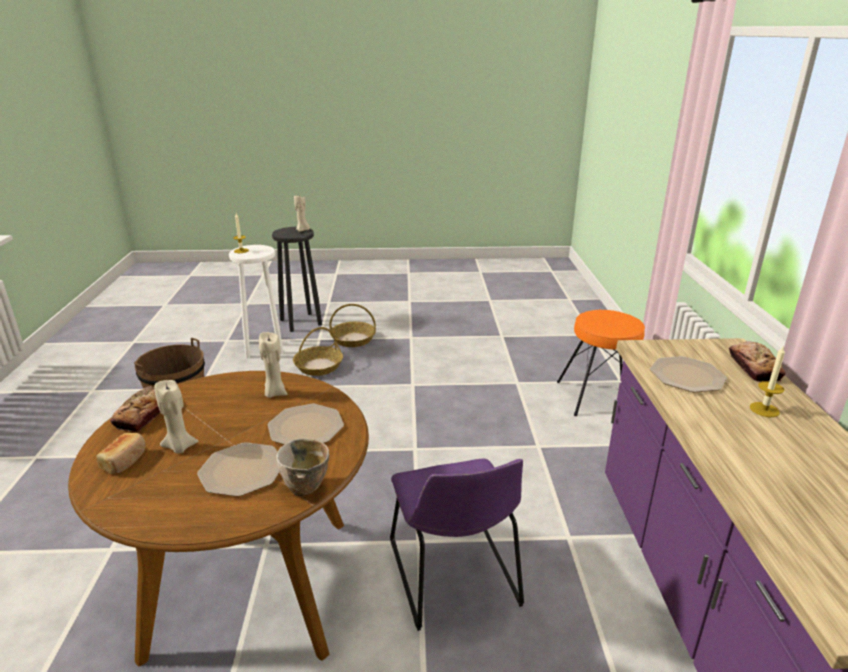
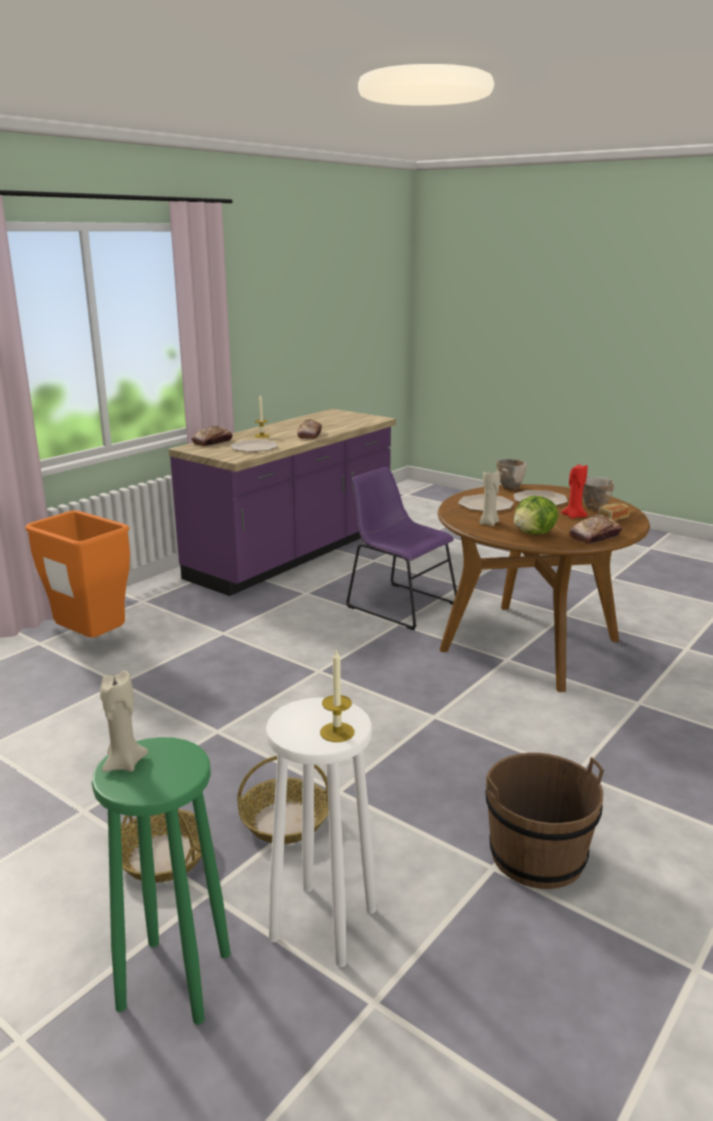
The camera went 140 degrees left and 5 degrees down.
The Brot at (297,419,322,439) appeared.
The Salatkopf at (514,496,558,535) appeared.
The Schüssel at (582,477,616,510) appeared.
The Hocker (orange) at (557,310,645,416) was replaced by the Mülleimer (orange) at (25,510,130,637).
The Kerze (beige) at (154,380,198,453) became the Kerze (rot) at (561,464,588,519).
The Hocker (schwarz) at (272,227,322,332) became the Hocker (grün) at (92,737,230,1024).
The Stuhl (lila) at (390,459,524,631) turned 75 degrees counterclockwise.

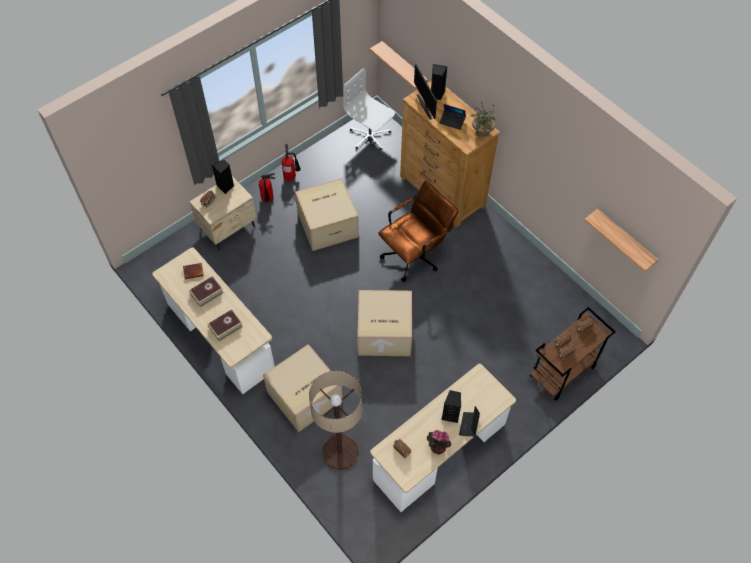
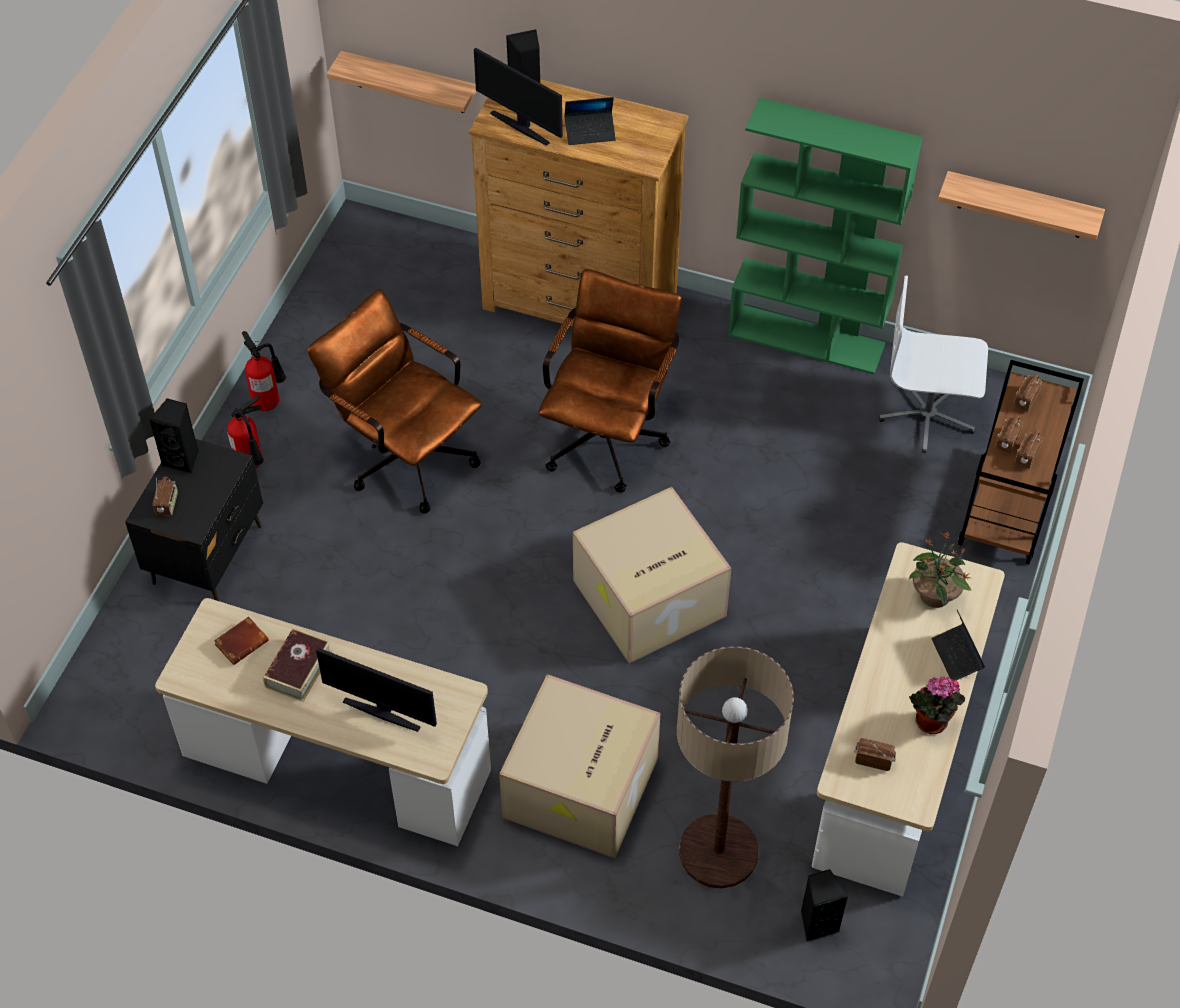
The camera went 30 degrees left and 5 degrees down.
The Bücherregal (grün) at (728,98,922,374) appeared.
The Bürostuhl (weiß) moved from (343,69,395,150) to (879,276,988,453).
The Lautsprecher (schwarz) moved from (441,390,461,423) to (801,869,848,942).
The Topfpflanze moved from (470,102,495,137) to (909,531,972,608).
The Buch at (208,309,243,341) was replaced by the Monitor at (316,648,437,732).
The Karton at (295,178,359,251) was replaced by the Bürostuhl (braun) at (307,289,482,514).
The Nachttisch (beige) at (189,176,257,250) became the Nachttisch (schwarz) at (125,439,263,601).

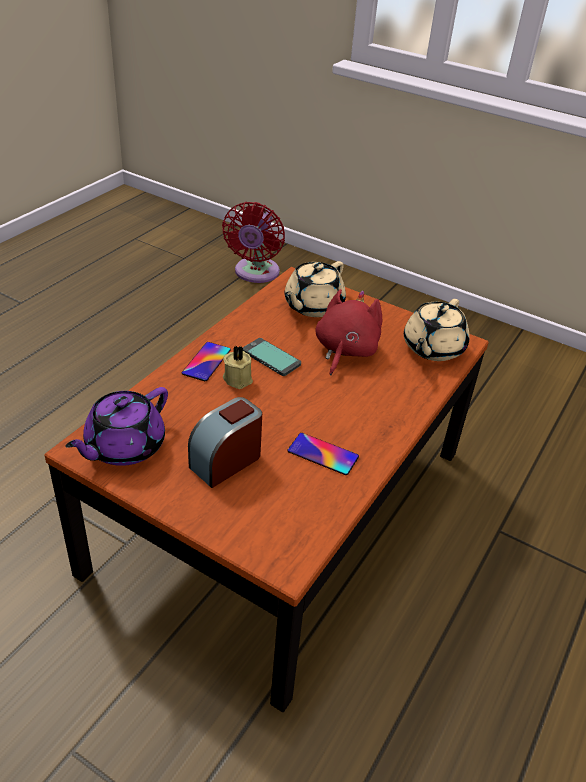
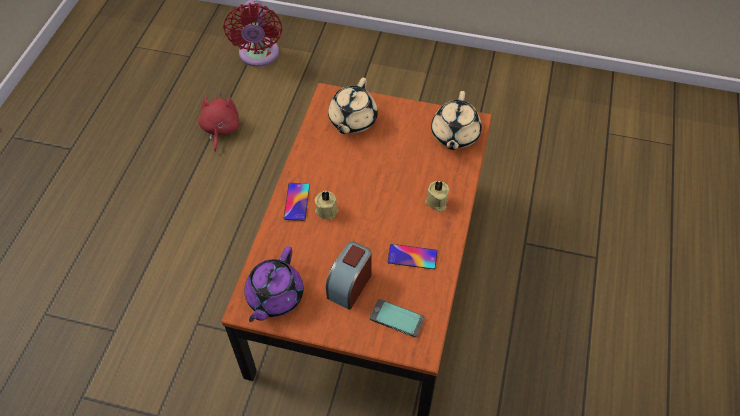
The camera went 15 degrees left and 15 degrees up.
The Kerze (beige) at (425,181,449,212) appeared.
The Handy moved from (243,338,301,376) to (370,299,425,337).
The Plüschtier (rot) moved from (315,289,382,376) to (198,92,239,152).

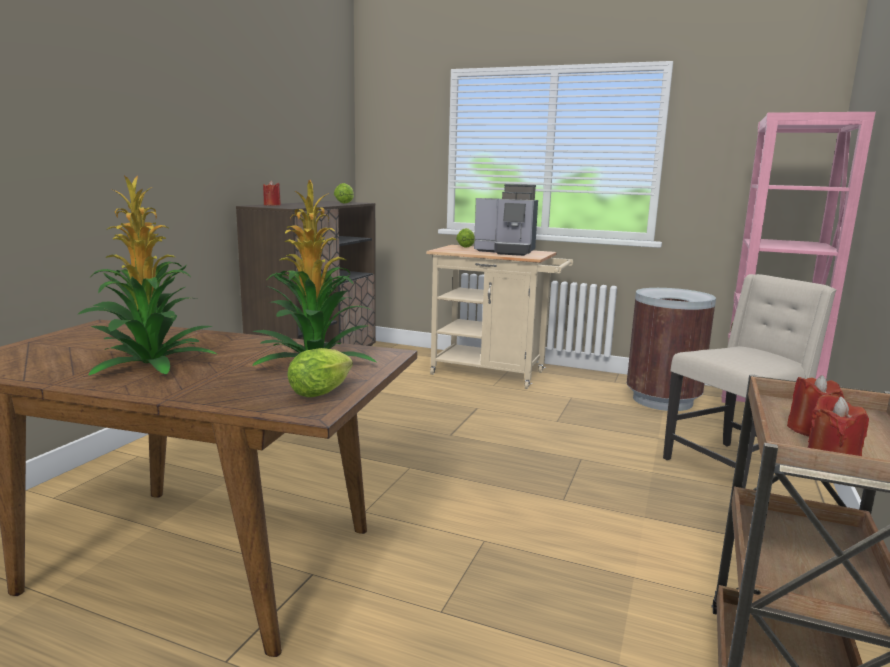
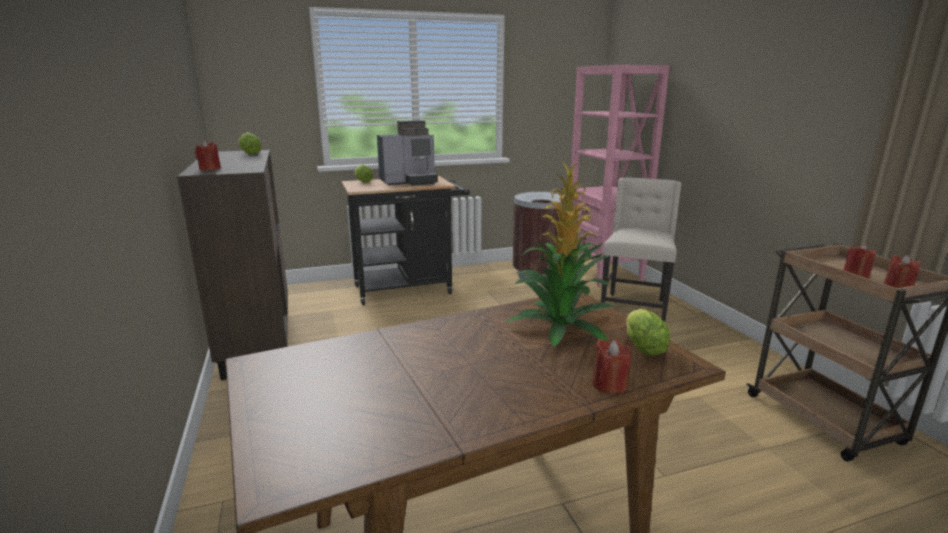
The camera went 40 degrees left and 5 degrees up.
The Topfpflanze at (77,176,217,376) disappeared.
The Kerze (rot) at (592,339,631,394) appeared.
The Rollwagen (beige) at (426,245,573,389) became the Rollwagen (schwarz) at (342,176,470,305).

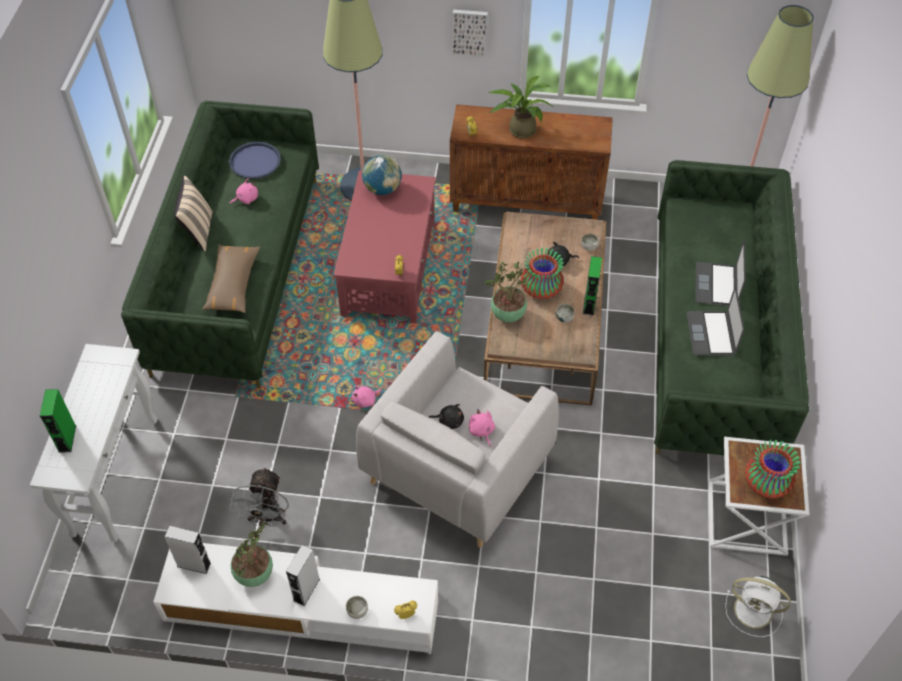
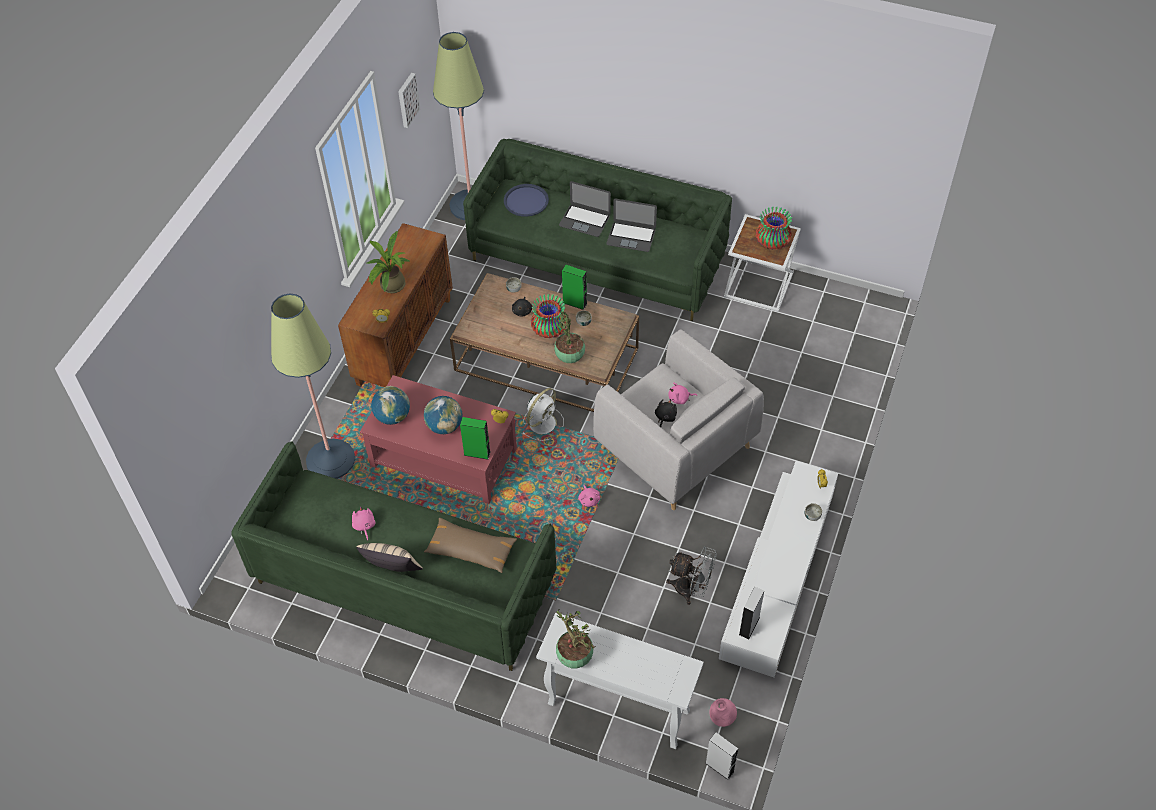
The camera went 75 degrees left and 0 degrees up.
The Globus at (424,396,462,434) appeared.
The Vase (rosa) at (709,698,737,727) appeared.
The Lautsprecher (grün) moved from (40,389,76,453) to (460,417,491,460).
The Tablett (blau) moved from (229,142,281,179) to (504,184,549,217).
The Topfpflanze moved from (231,523,273,587) to (556,609,596,668).
The Lautsprecher (grau) moved from (286,545,320,606) to (705,732,738,780).
The Bild moved from (453,10,488,57) to (398,73,420,128).
The Ventilator (weiß) moved from (725,576,791,637) to (522,388,564,441).

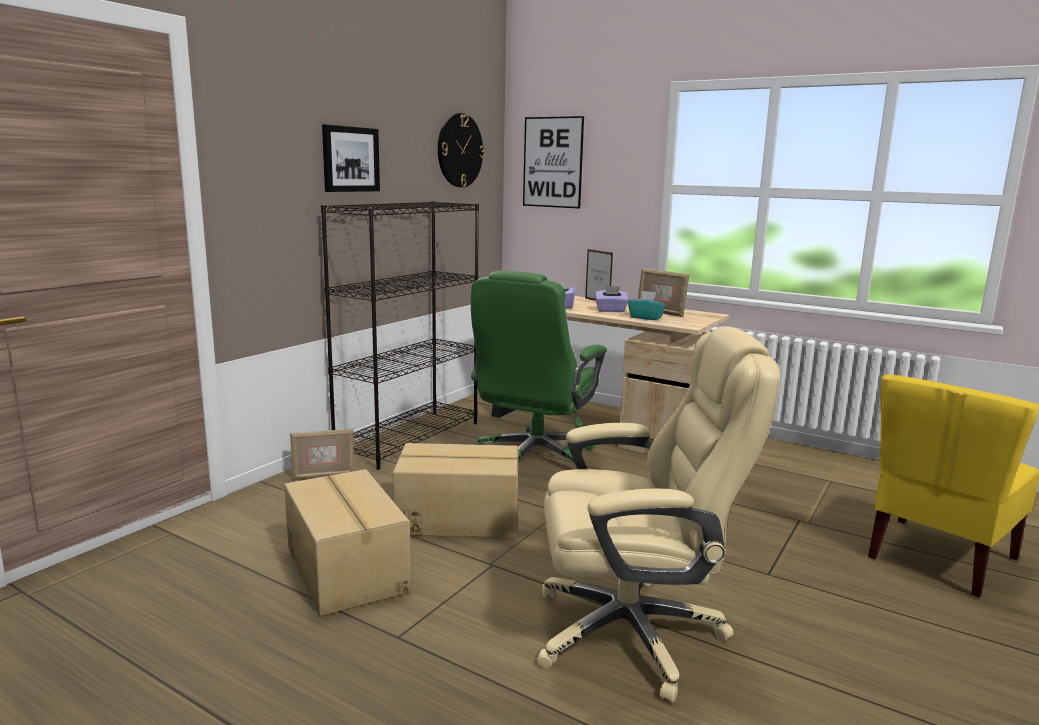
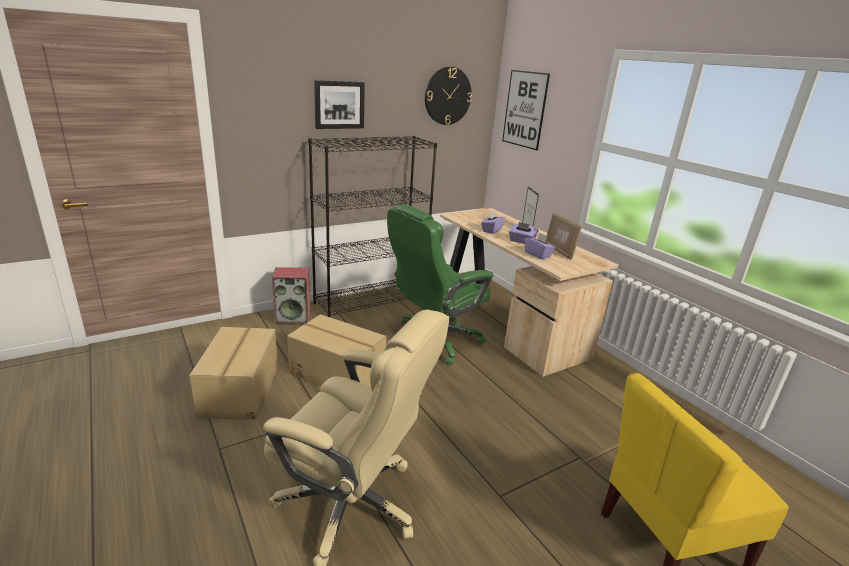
The camera went 25 degrees right and 10 degrees up.
The Bilderrahmen at (290,428,355,481) was replaced by the Lautsprecher at (272,267,310,325).
The Taschentuchbox (türkis) at (628,291,666,320) became the Taschentuchbox (lila) at (524,232,555,259).

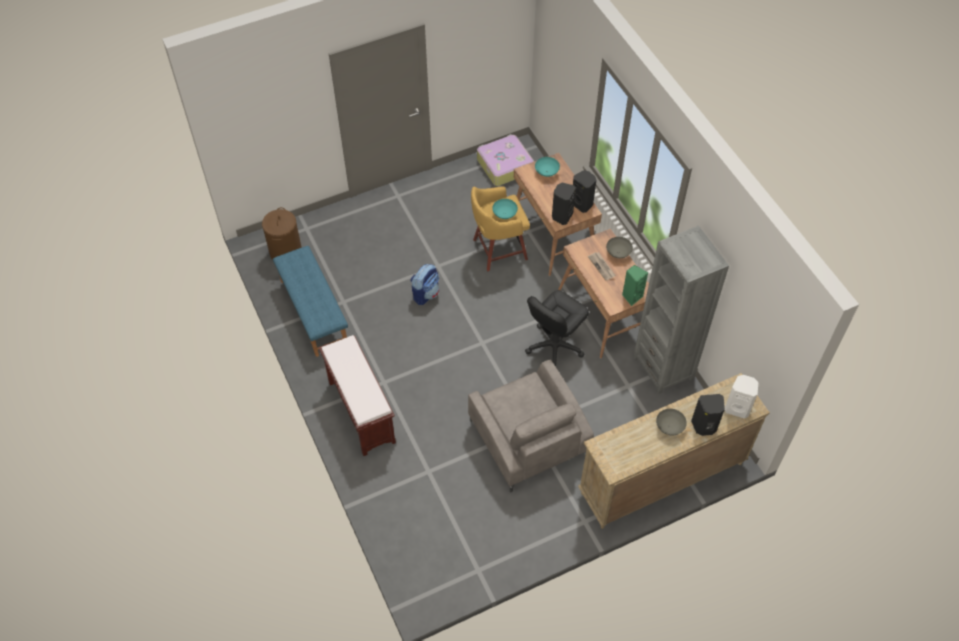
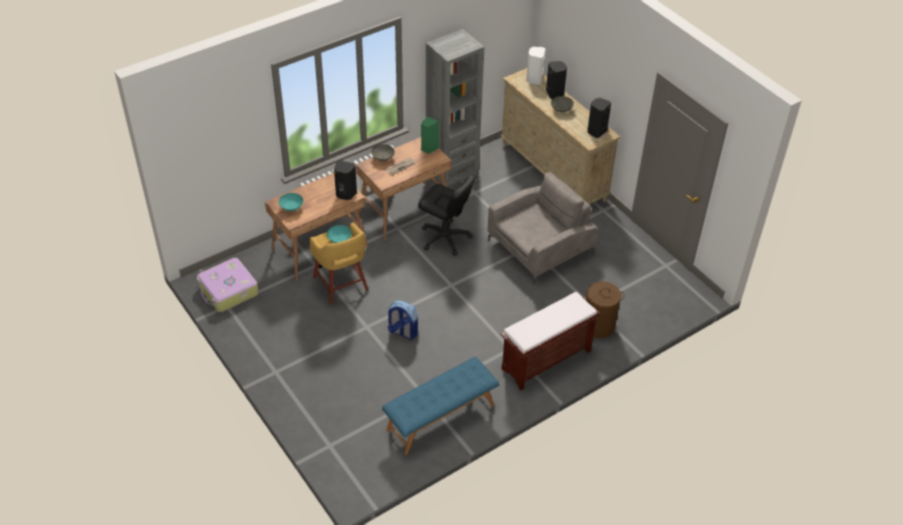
The camera went 100 degrees left and 10 degrees down.
The Wäschekorb (braun) moved from (262,207,302,260) to (583,282,625,338).
The Lautsprecher (schwarz) moved from (573,170,596,213) to (587,98,611,138).

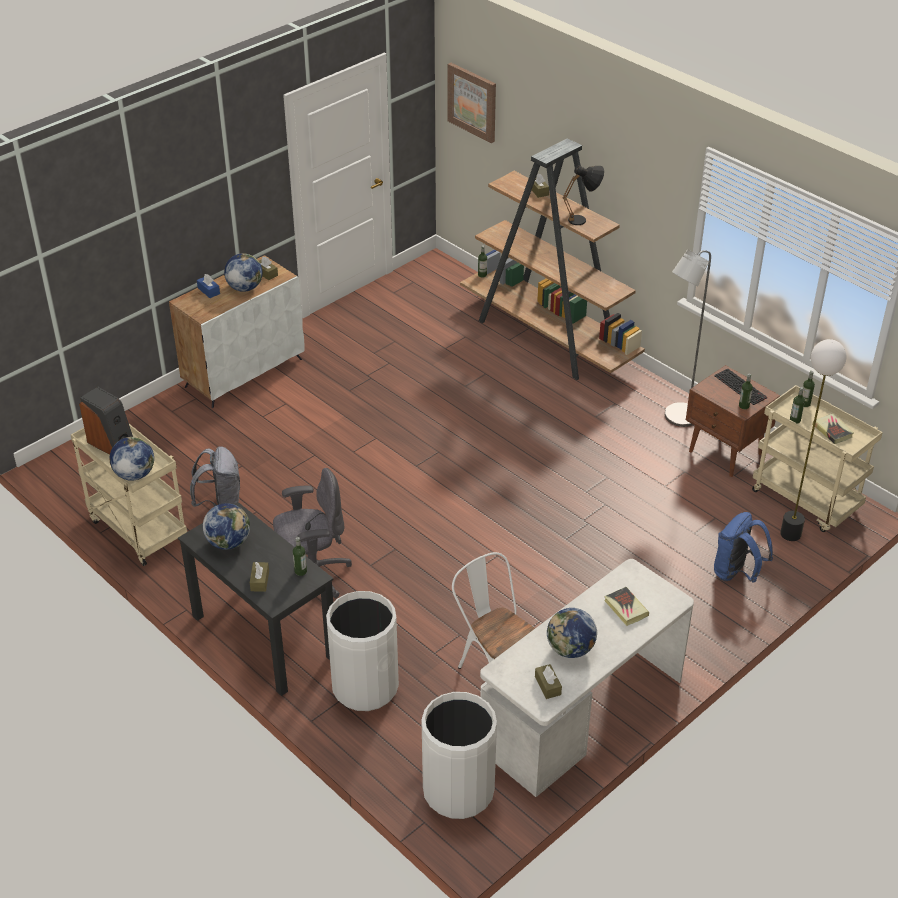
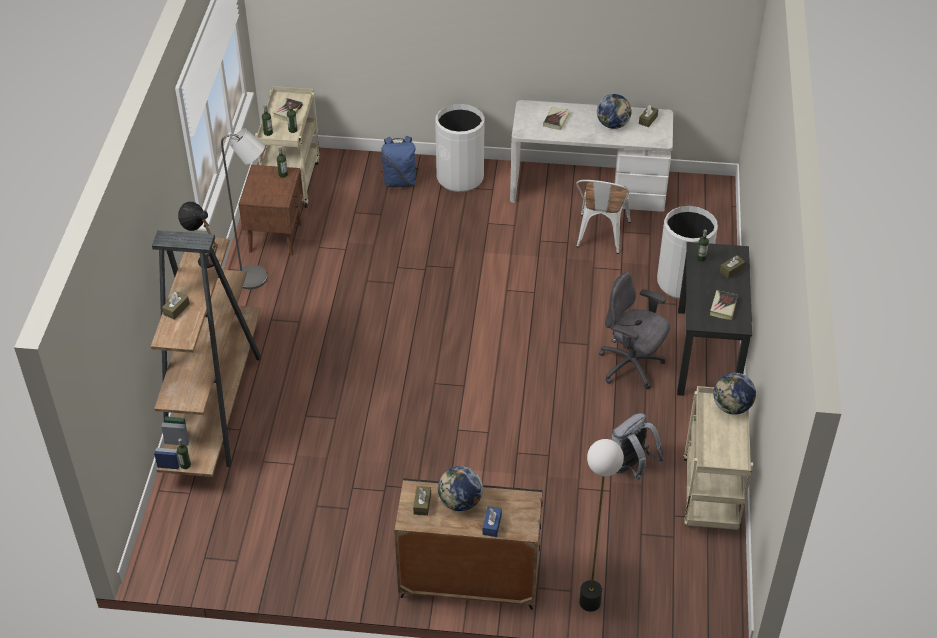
The camera went 130 degrees left and 5 degrees up.
The Lautsprecher at (79,386,133,455) disappeared.
The Bild at (448,63,496,143) disappeared.
The Tastatur at (714,368,767,405) disappeared.
The Mülleimer (weiß) moved from (422,692,497,819) to (435,104,485,192).
The Stehlampe moved from (780,339,847,541) to (579,439,624,612).
The Globus at (203,503,250,550) was replaced by the Buch at (710,290,738,320).
The Schrank (weiß) at (169,255,304,408) became the Schrank (schwarz) at (394,478,542,610).

